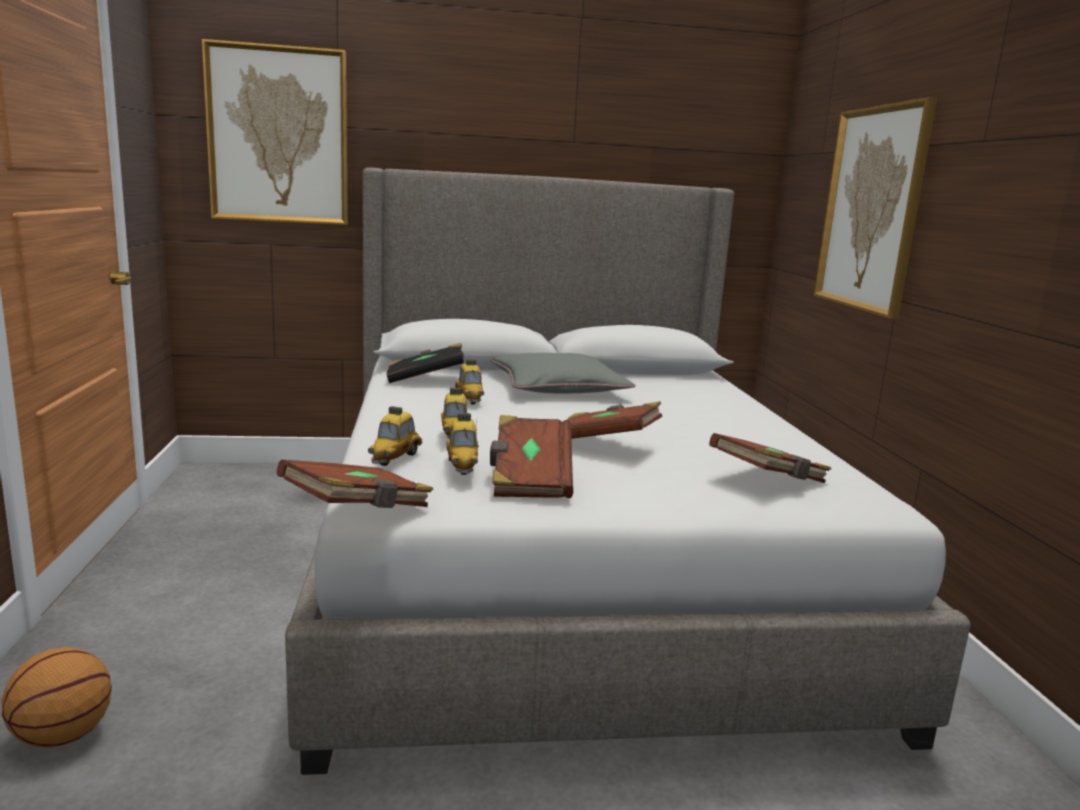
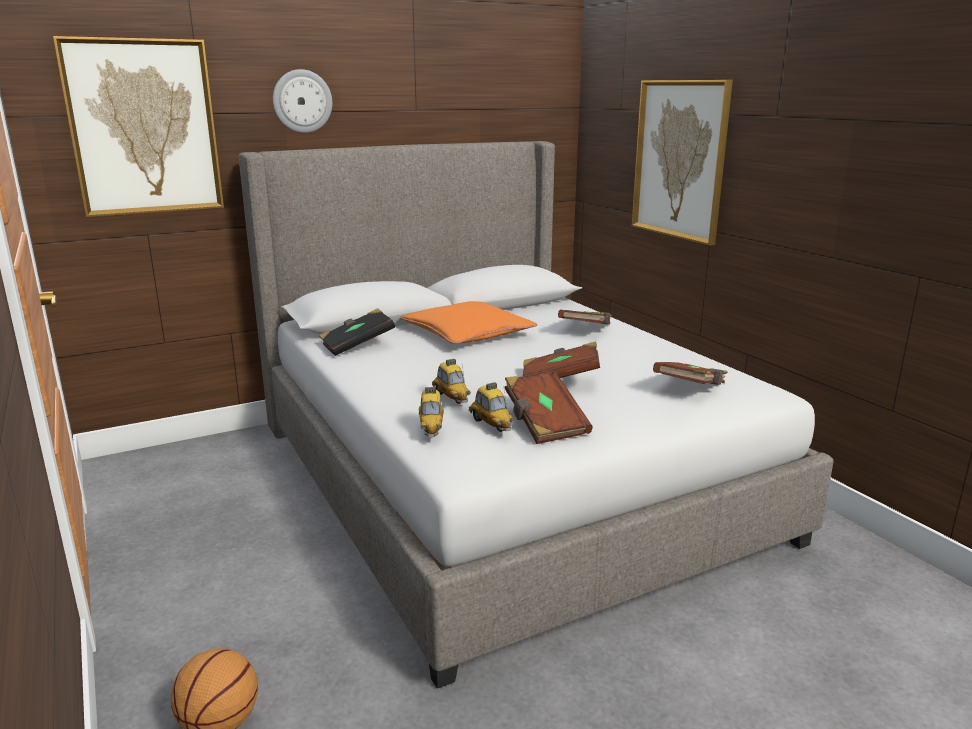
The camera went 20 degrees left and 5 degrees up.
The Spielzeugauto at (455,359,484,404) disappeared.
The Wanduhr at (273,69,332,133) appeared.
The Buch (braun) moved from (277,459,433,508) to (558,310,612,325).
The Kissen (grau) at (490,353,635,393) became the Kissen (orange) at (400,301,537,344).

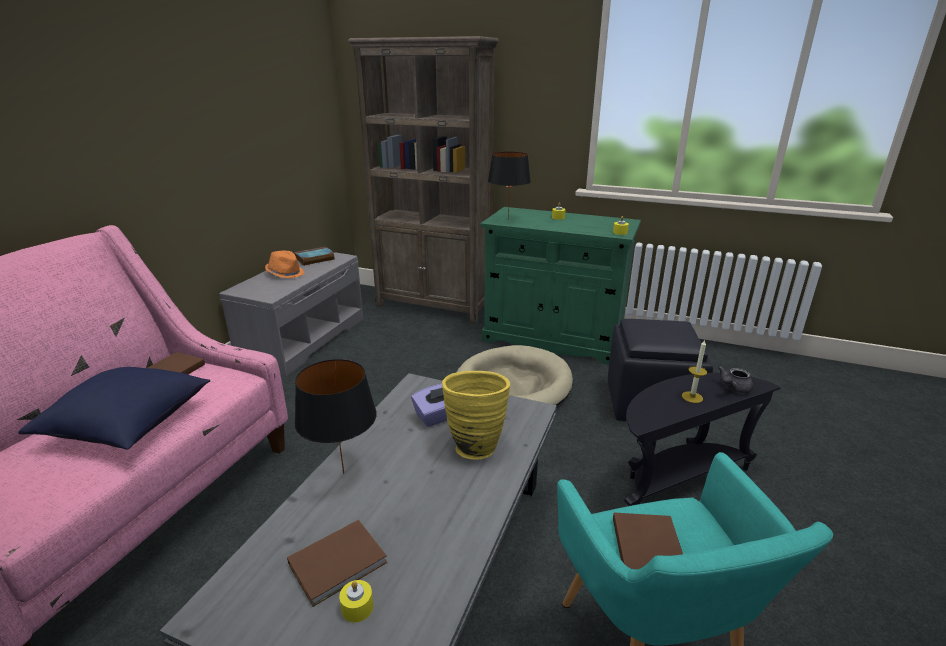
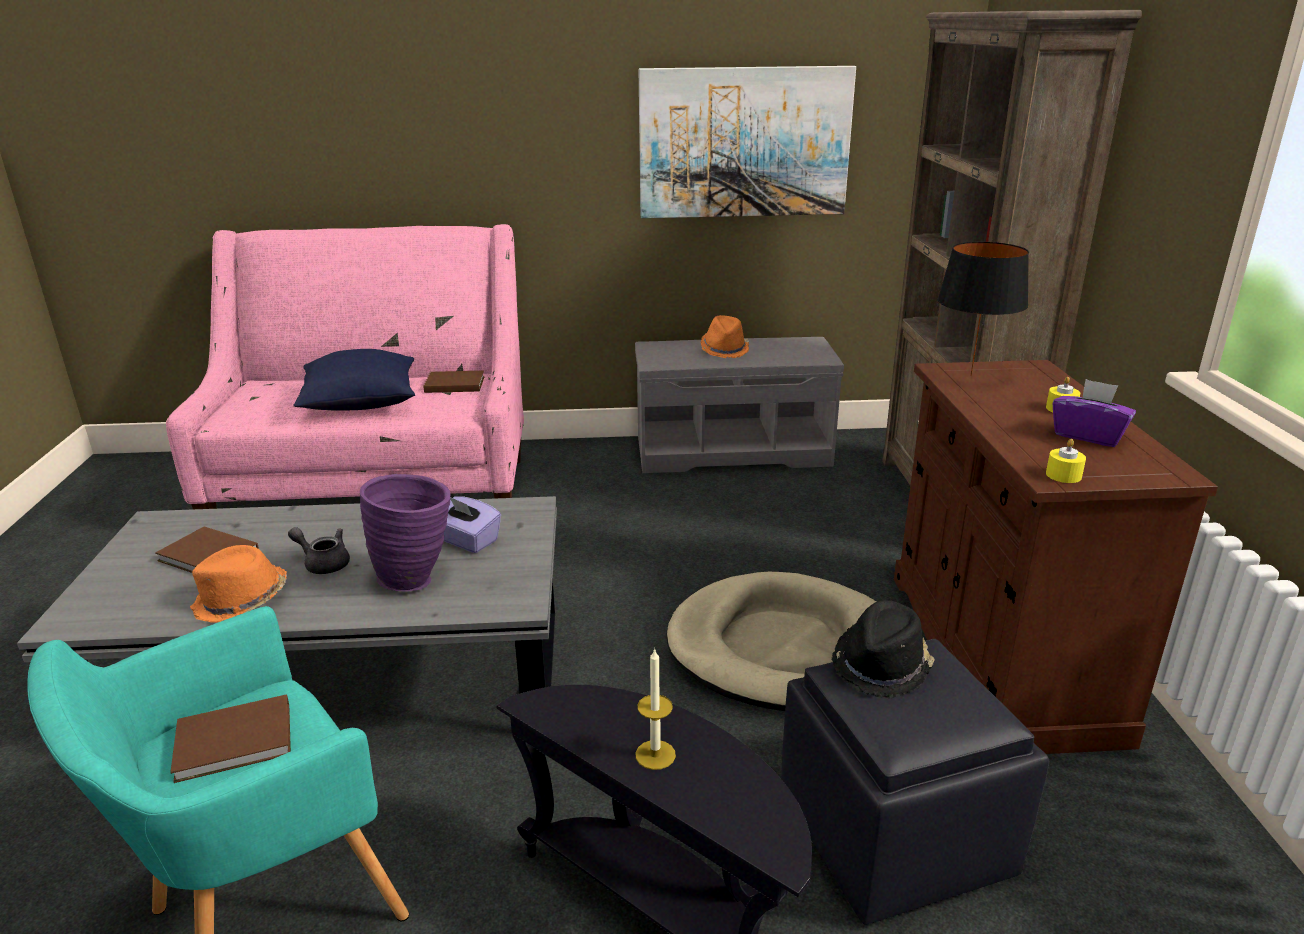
The camera went 65 degrees right and 0 degrees up.
The Buch at (294,247,335,266) disappeared.
The Tischlampe (schwarz) at (295,359,377,474) disappeared.
The Kerze (gelb) at (339,580,373,622) disappeared.
The Hut (orange) at (190,545,287,623) appeared.
The Bild at (639,66,856,218) appeared.
The Hut (schwarz) at (832,600,935,699) appeared.
The Taschentuchbox (lila) at (1052,379,1136,447) appeared.
The Teekanne (grau) moved from (718,366,753,393) to (288,527,350,574).
The Vase (gelb) at (442,371,510,460) became the Vase (lila) at (360,474,451,591).
The Schrank (grün) at (481,207,641,365) became the Schrank (braun) at (894,360,1218,754).

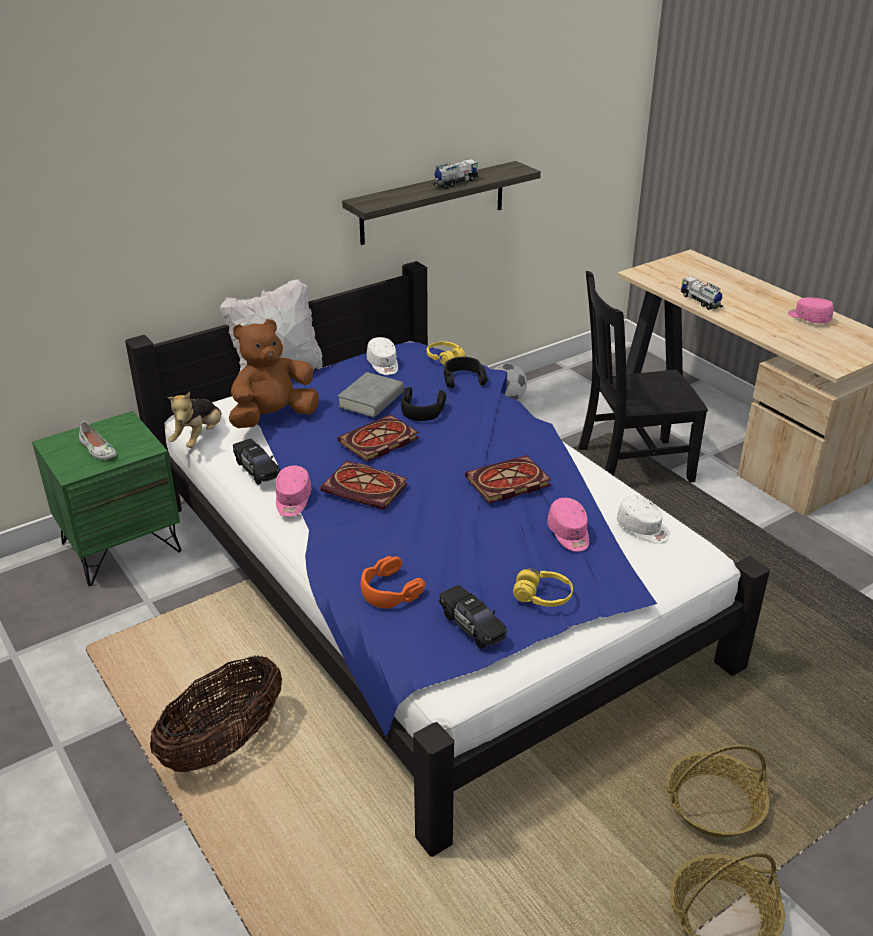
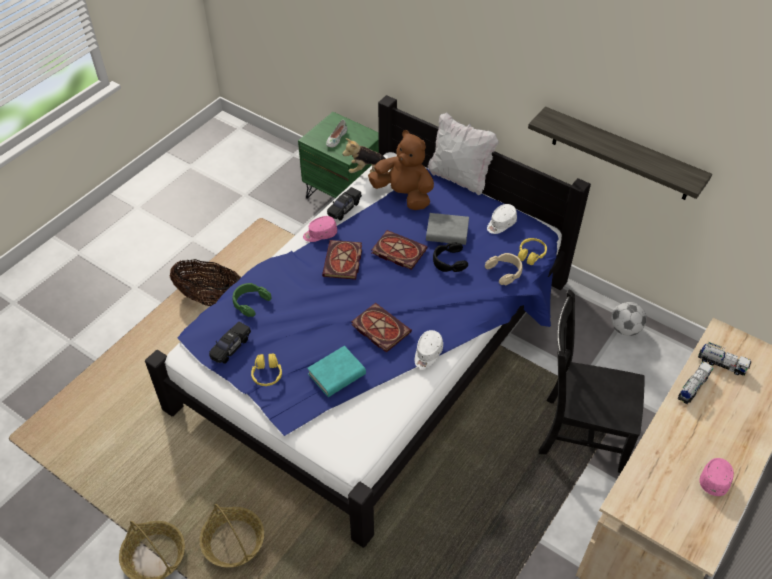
The camera went 70 degrees right and 15 degrees up.
The Spielzeuglaster moved from (432,159,478,189) to (698,342,752,376).
The Kappe (weiß) moved from (617,495,669,544) to (415,330,443,369).
The Kappe (rosa) at (547,498,589,552) was replaced by the Buch (türkis) at (307,346,366,397).
The Kopfhörer (orange) at (361,556,425,608) became the Kopfhörer (grün) at (232,283,272,317).
The Kopfhörer (schwarz) at (444,357,487,388) became the Kopfhörer (beige) at (485,253,523,285).
The Stuhl (schwarz) at (578,271,708,482) turned 45 degrees counterclockwise.

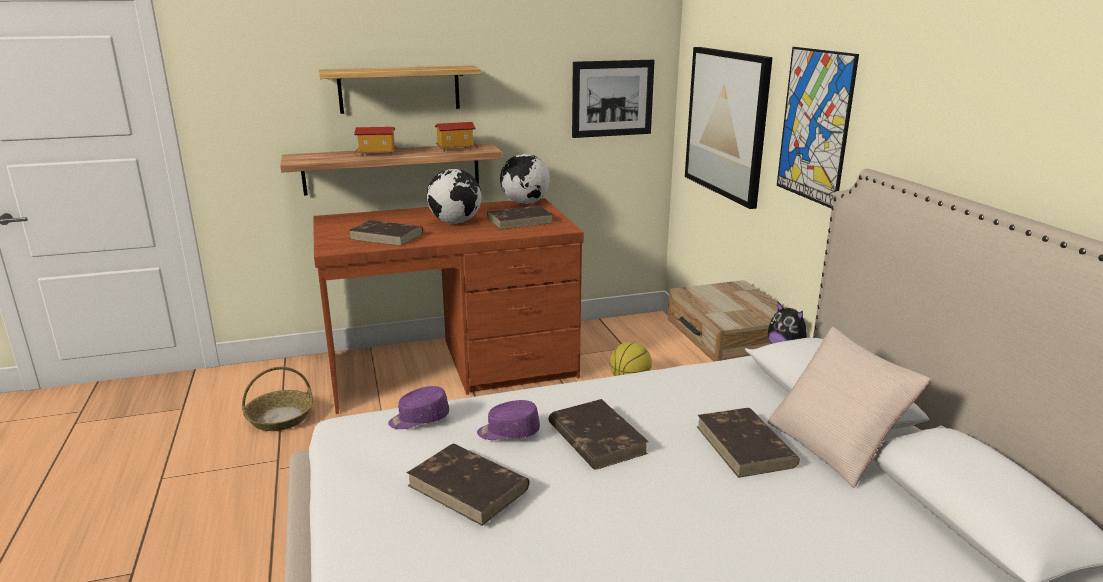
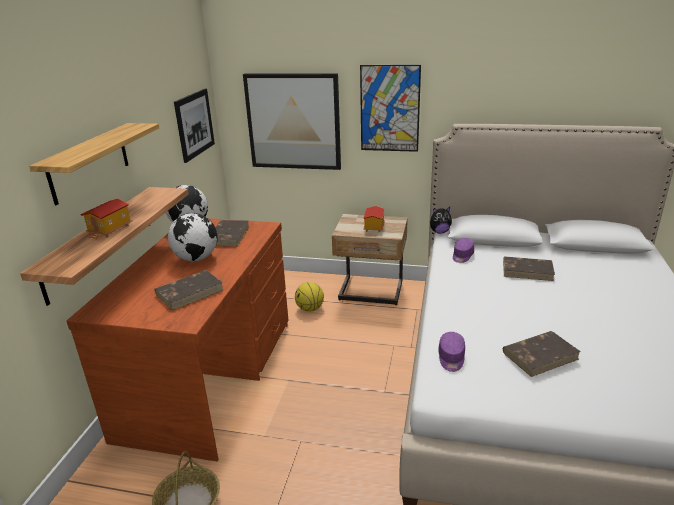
The camera went 60 degrees left and 5 degrees up.
The Buch (braun) at (548,399,649,470) disappeared.
The Kissen (beige) at (768,327,931,488) disappeared.
The Spielzeughaus moved from (435,122,478,152) to (363,206,385,232).
The Kappe (lila) moved from (477,400,540,440) to (453,238,474,263).

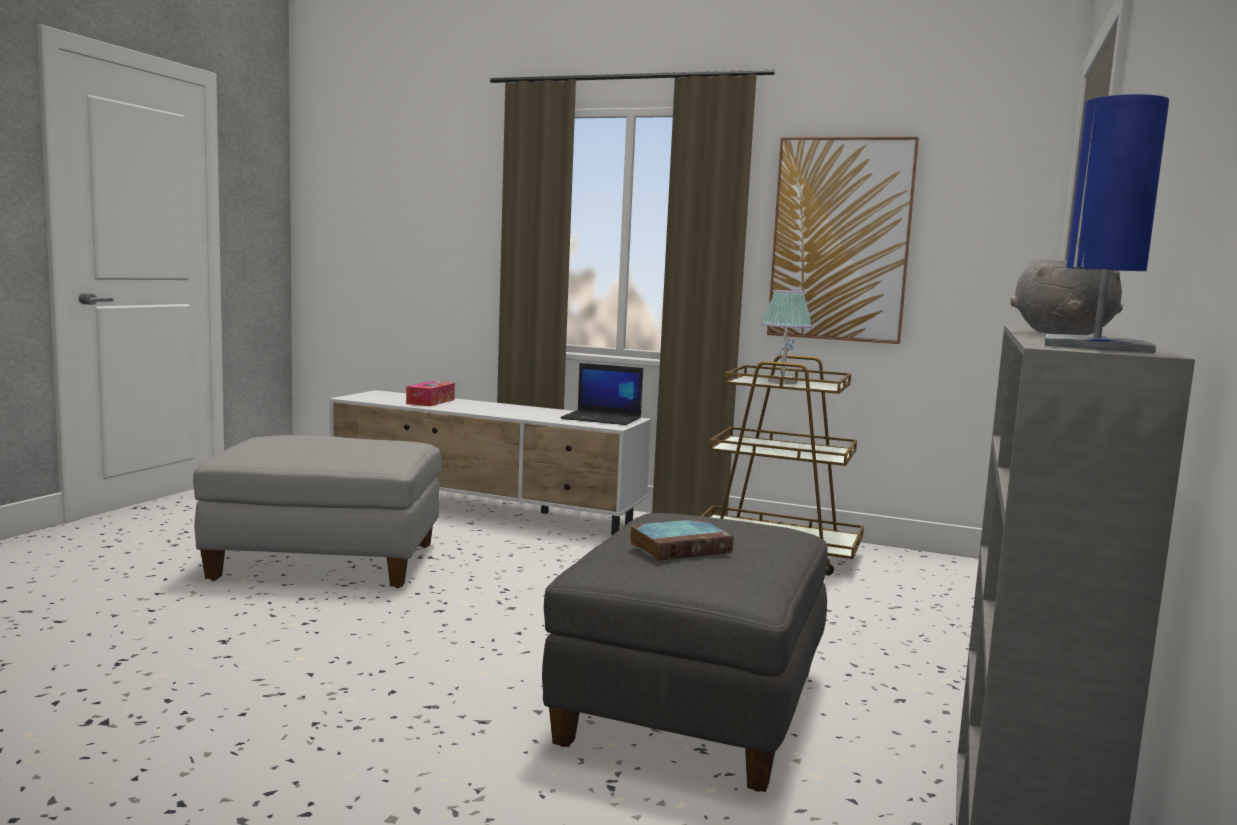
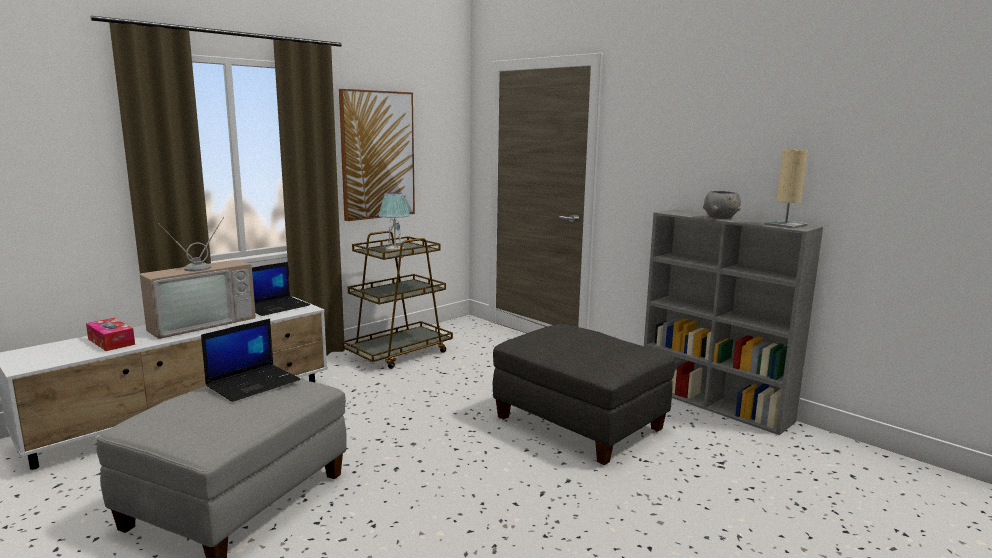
The camera went 65 degrees left and 5 degrees up.
The Buch at (629,519,734,561) disappeared.
The Fernseher at (139,217,256,339) appeared.
The Laptop at (201,319,301,402) appeared.
The Tischlampe (blau) at (1045,94,1169,353) became the Tischlampe (beige) at (765,150,808,229).

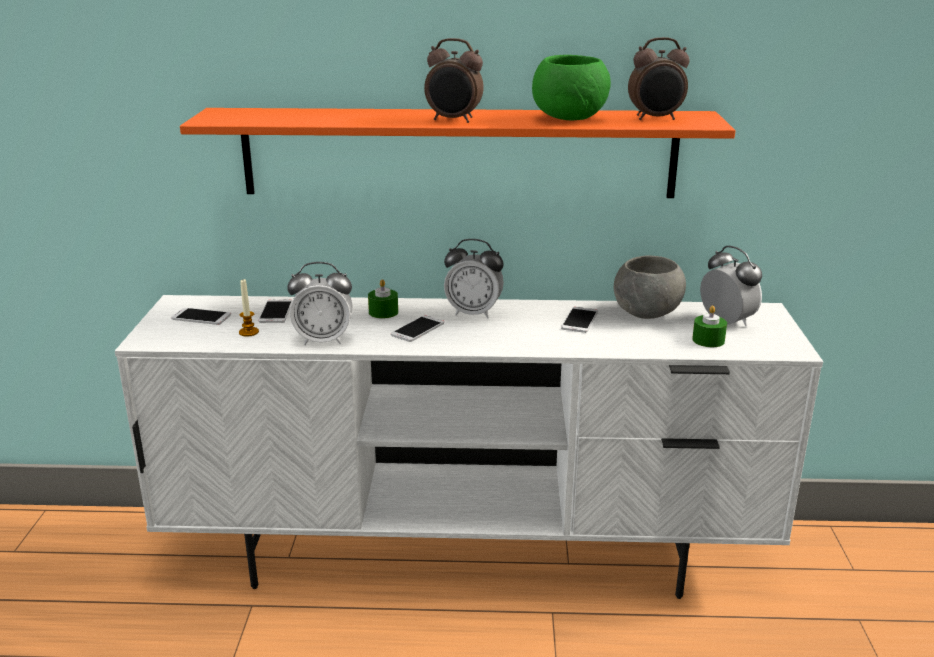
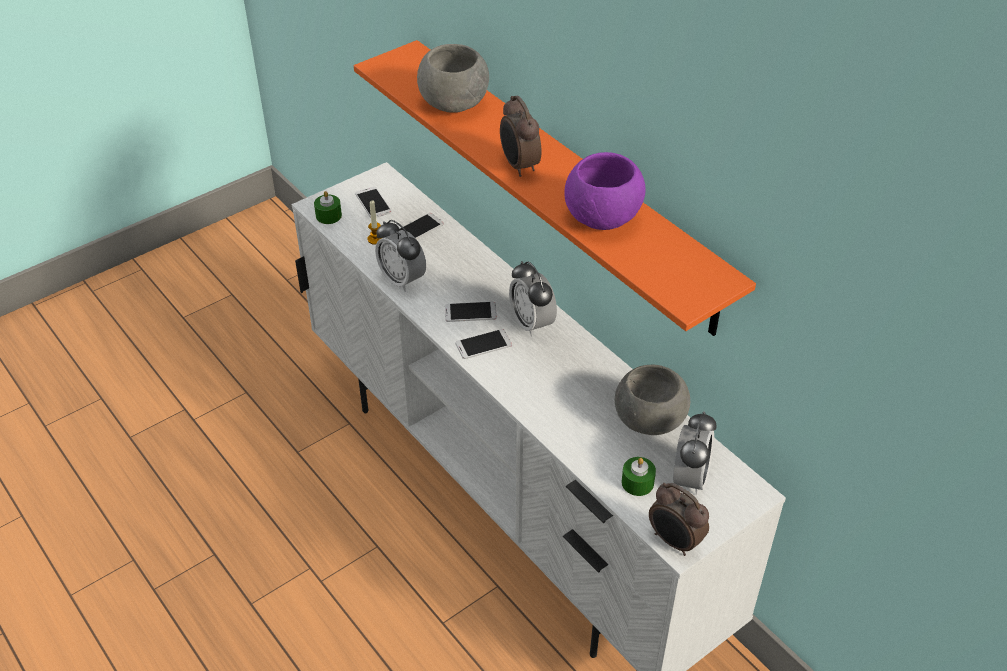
The camera went 50 degrees right and 20 degrees up.
The Schüssel (grau) at (417,44,489,113) appeared.
The Kerze (grün) moved from (368,279,398,319) to (314,191,342,224).
The Handy moved from (561,307,598,333) to (456,329,512,359).
The Wecker moved from (628,37,690,120) to (649,483,709,556).
The Schüssel (grün) at (532,55,611,120) became the Schüssel (lila) at (564,152,646,230).

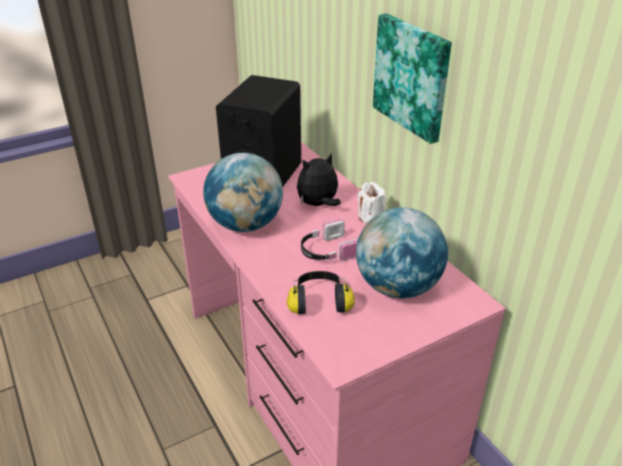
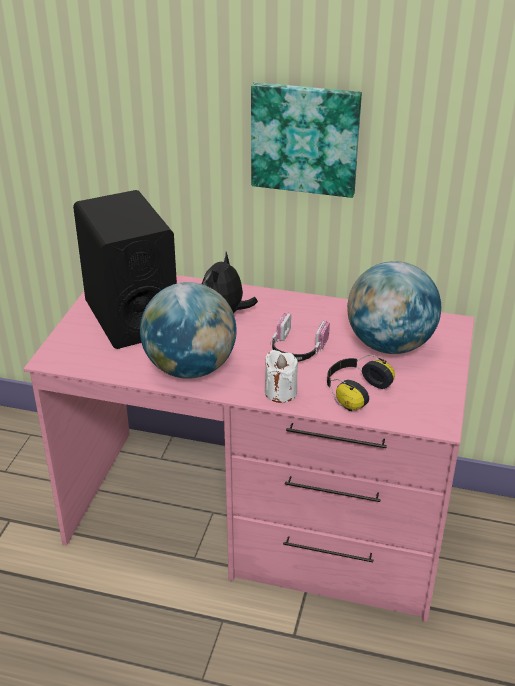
The camera went 45 degrees left and 0 degrees up.
The Kerze (weiß) moved from (358,182,386,224) to (265,350,298,403).

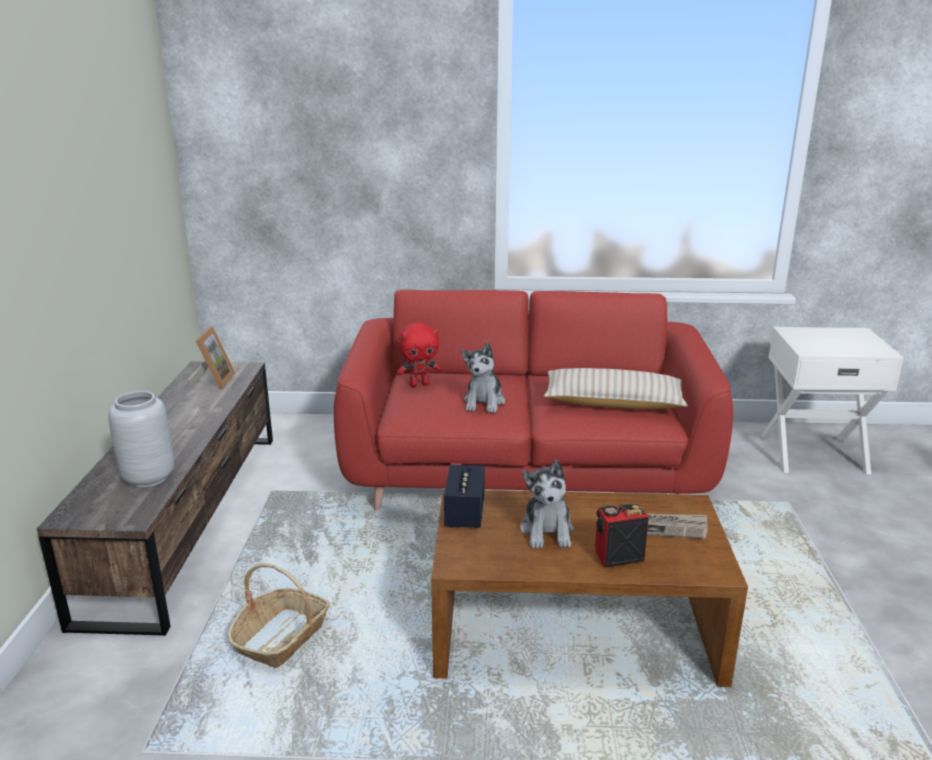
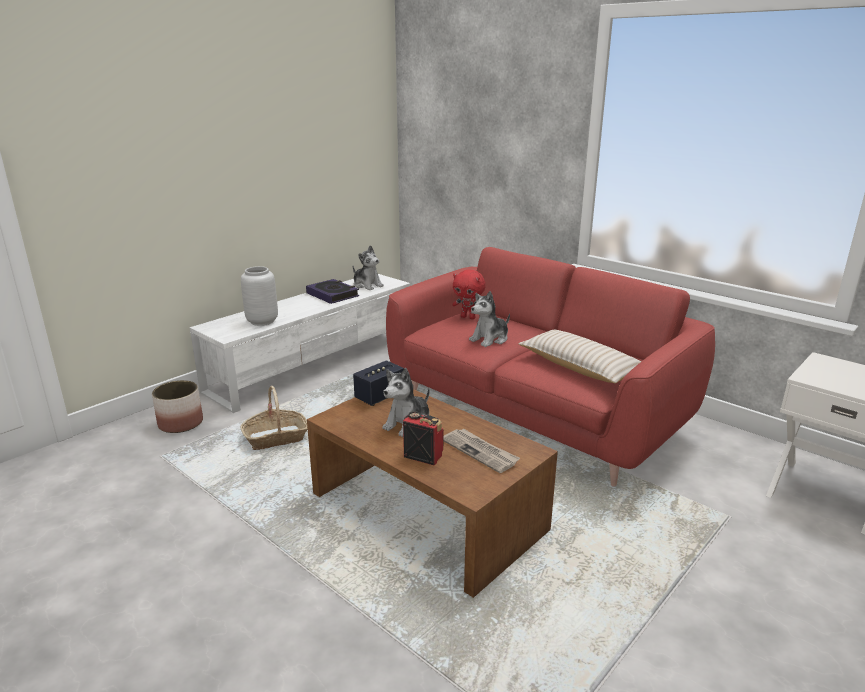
The camera went 40 degrees right and 0 degrees up.
The Pflanzkübel at (152,380,203,433) appeared.
The Buch at (306,279,359,304) appeared.
The Bilderrahmen at (188,326,235,389) was replaced by the Plüschtier at (353,245,384,290).
The Fernsehschrank (braun) at (37,361,273,636) became the Fernsehschrank (weiß) at (190,274,410,413).

